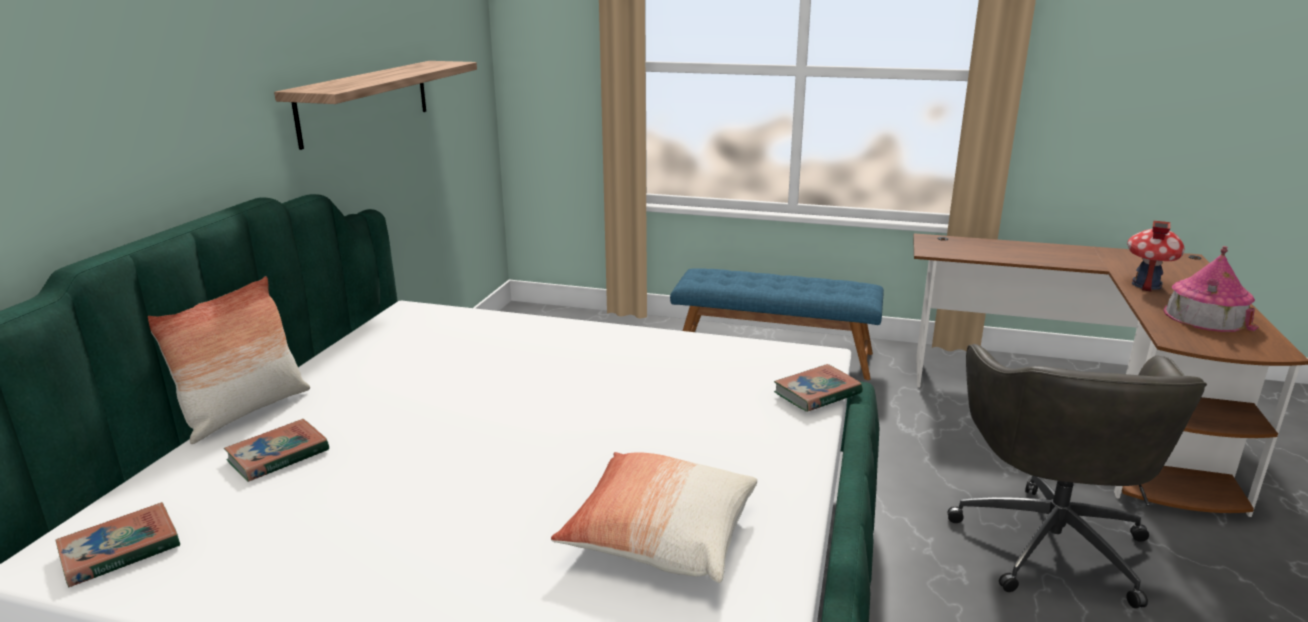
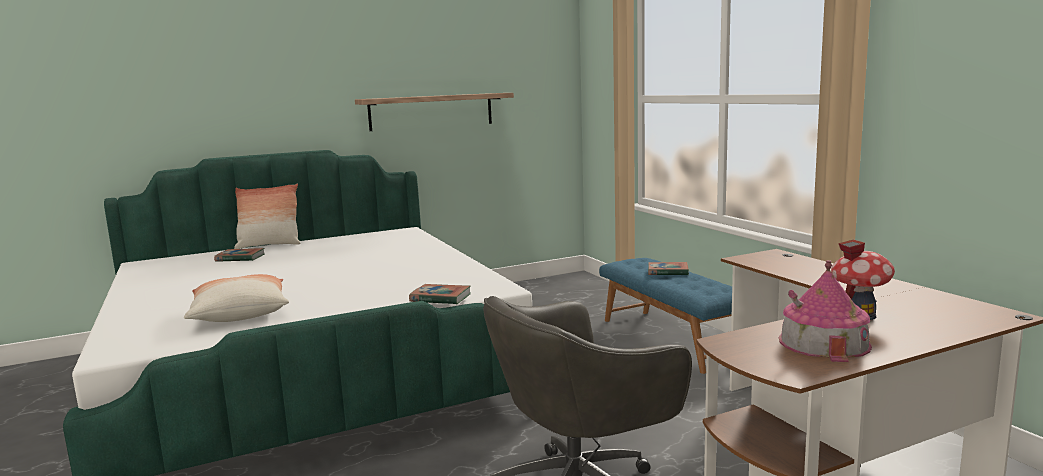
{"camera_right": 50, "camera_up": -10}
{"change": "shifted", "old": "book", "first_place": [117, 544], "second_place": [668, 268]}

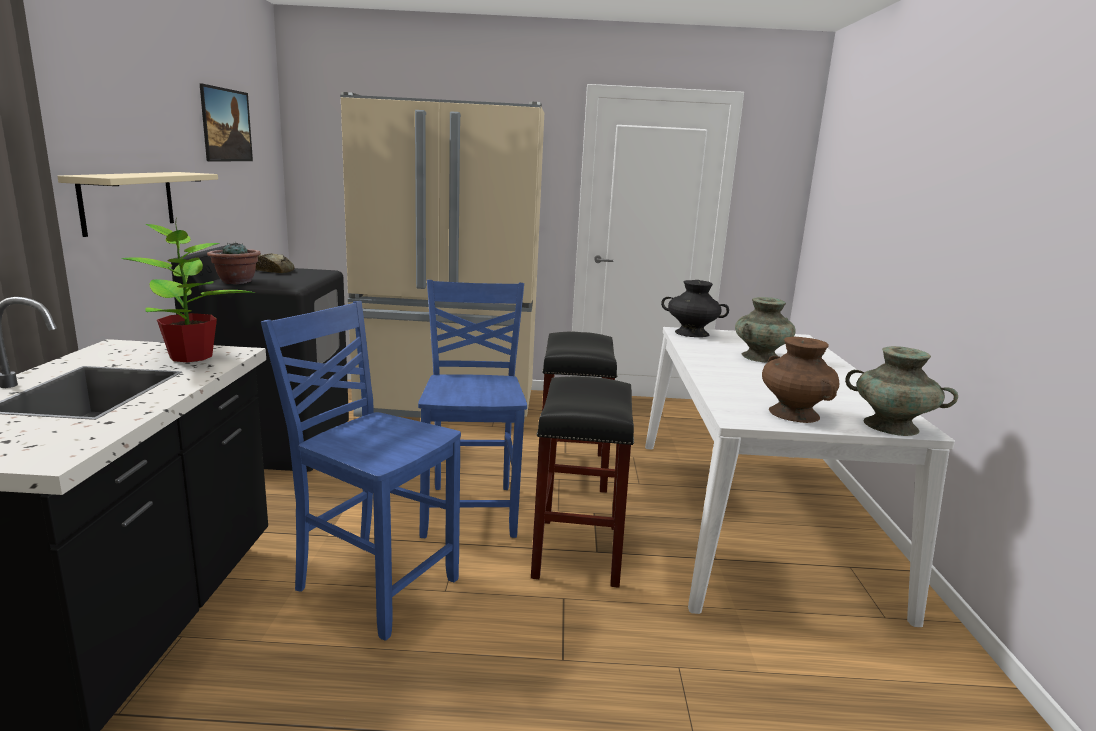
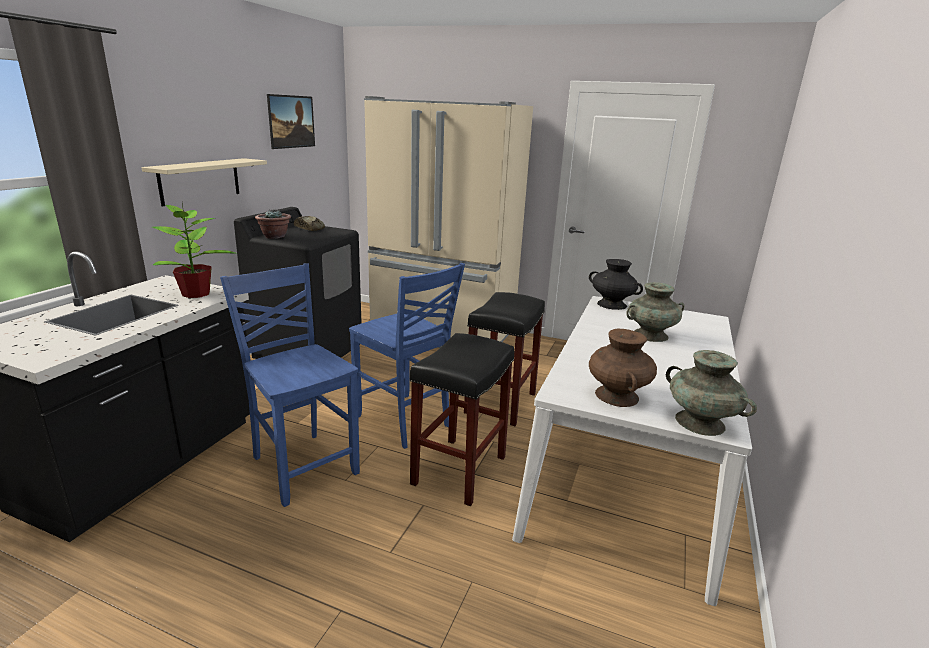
{"camera_right": 20, "camera_up": 5}
{"change": "rotated", "old": "chair in blue", "first_place": [472, 409], "second_place": [407, 356], "degrees": 120}

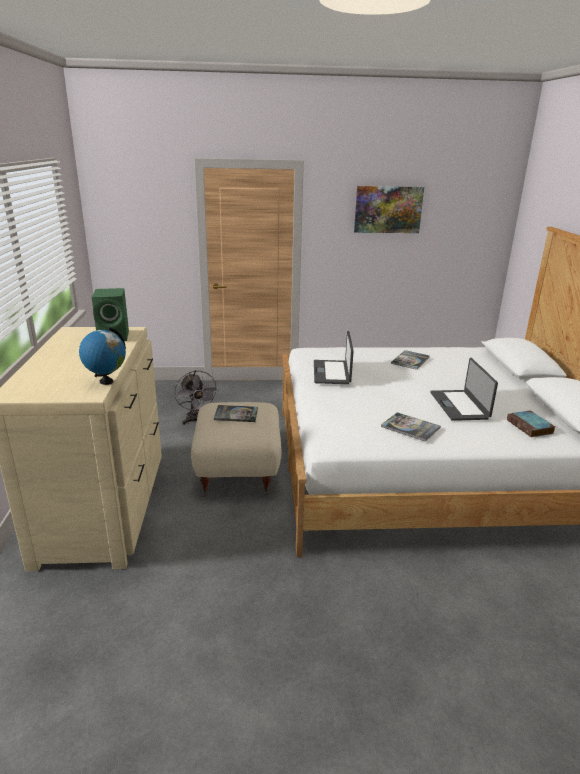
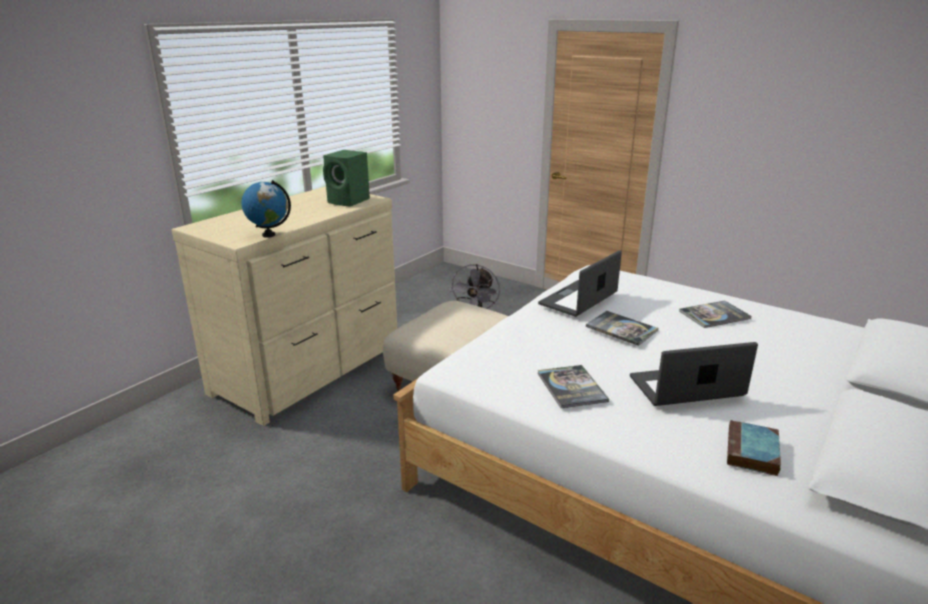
{"camera_right": 40, "camera_up": 0}
{"change": "shifted", "old": "book", "first_place": [236, 413], "second_place": [622, 328]}
{"change": "rotated", "old": "laptop", "first_place": [464, 389], "second_place": [694, 374], "degrees": 45}
{"change": "gone", "old": "picture", "first_place": [389, 209]}

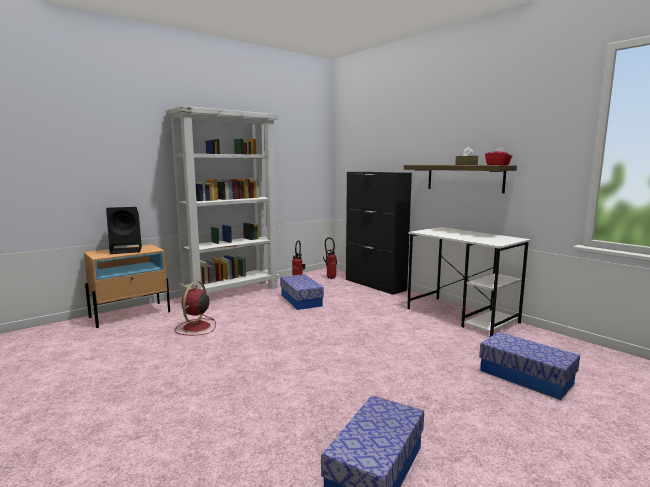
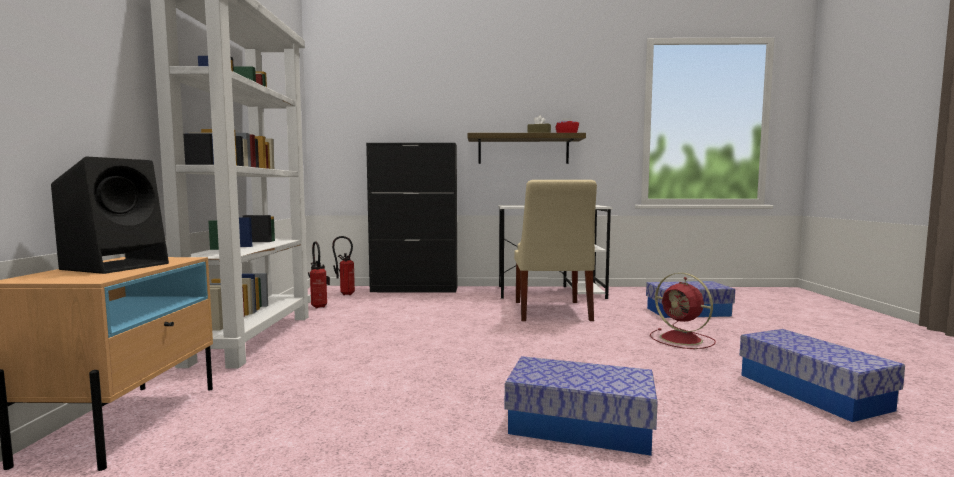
{"camera_right": -50, "camera_up": -5}
{"change": "shifted", "old": "storage box", "first_place": [302, 292], "second_place": [581, 406]}
{"change": "new", "new": "chair in beige", "second_place": [555, 250]}
{"change": "shifted", "old": "fan in red", "first_place": [195, 308], "second_place": [683, 311]}

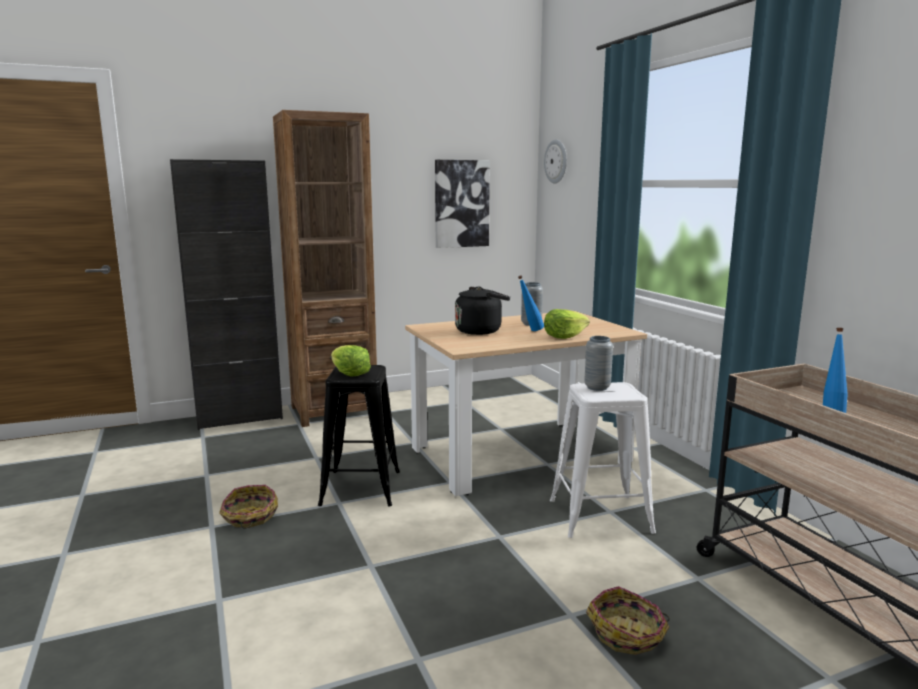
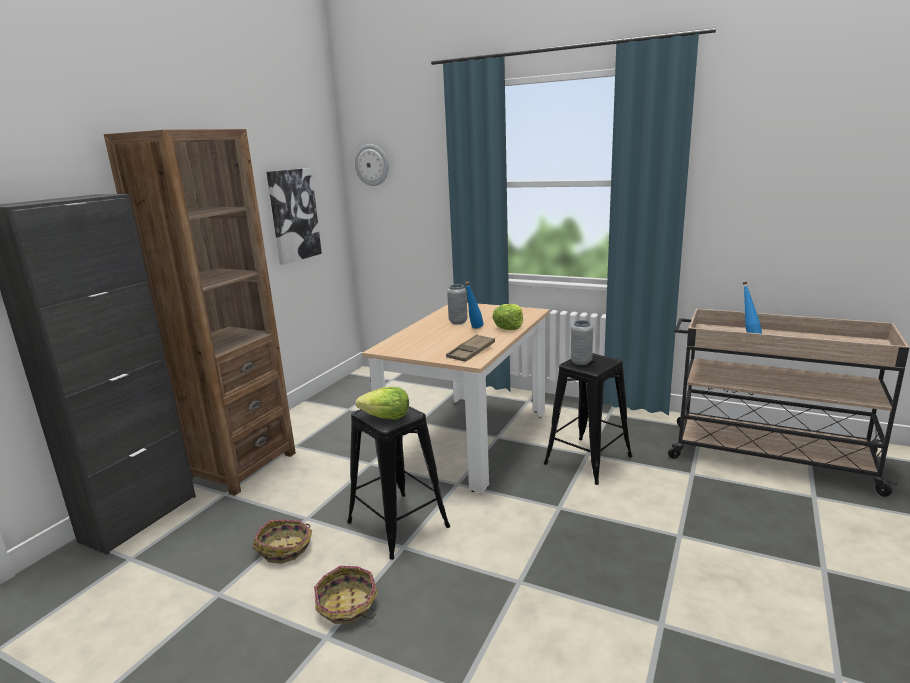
{"camera_right": -40, "camera_up": 5}
{"change": "shifted", "old": "basket", "first_place": [628, 620], "second_place": [282, 542]}
{"change": "new", "new": "tray in brown", "second_place": [470, 348]}
{"change": "repainted", "old": "stool in white", "new": "stool in black", "first_place": [603, 460], "second_place": [588, 419]}
{"change": "gone", "old": "kettle in black", "first_place": [482, 310]}

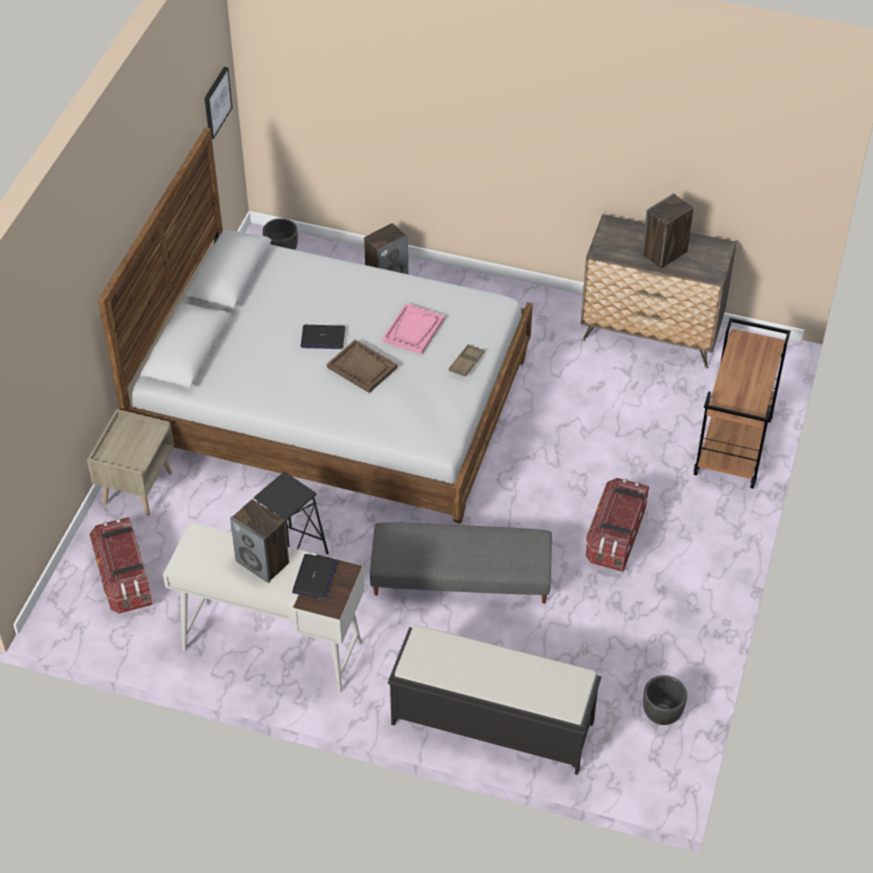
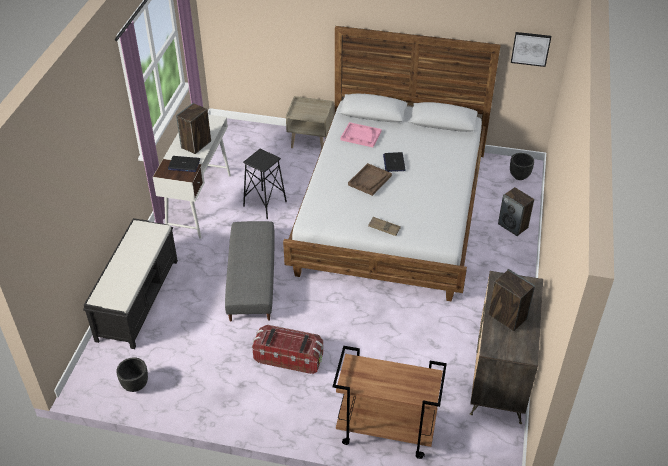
{"camera_right": 85, "camera_up": -5}
{"change": "shifted", "old": "tray in pink", "first_place": [414, 329], "second_place": [361, 134]}
{"change": "gone", "old": "storage box", "first_place": [121, 565]}

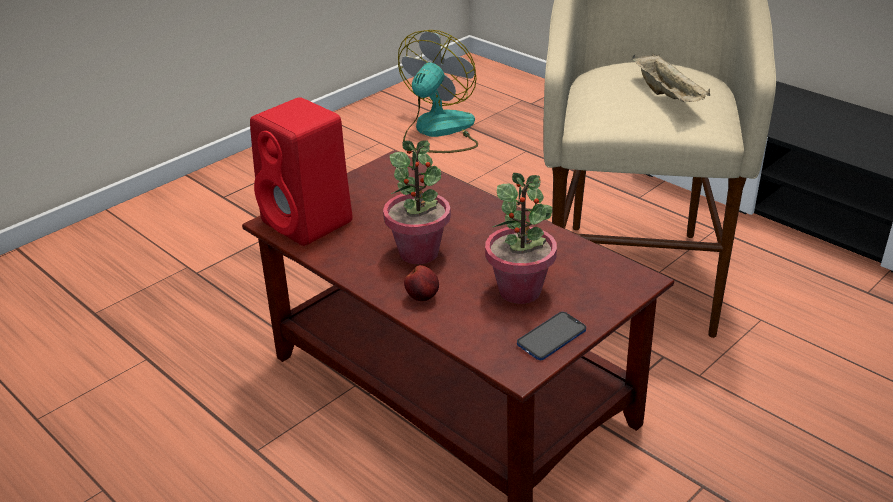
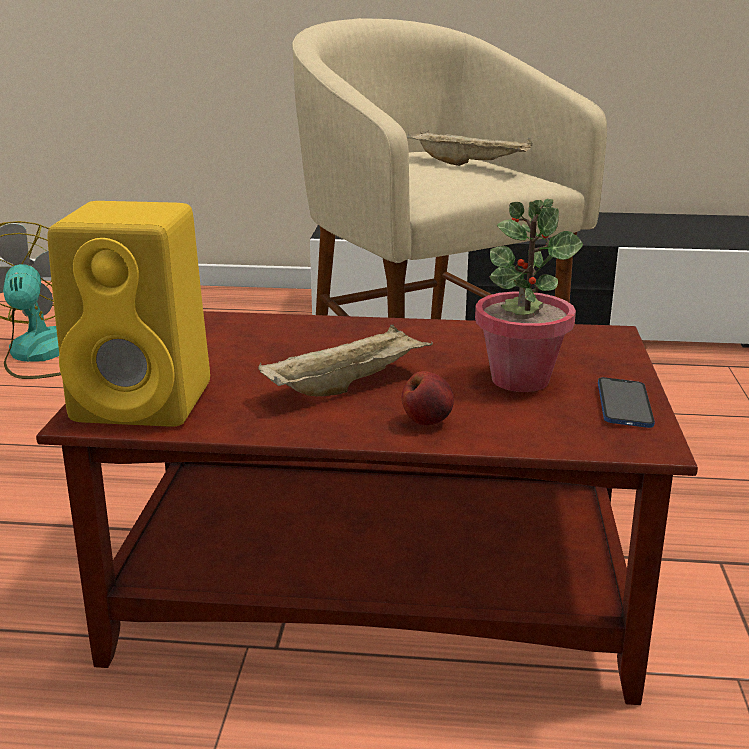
{"camera_right": -40, "camera_up": -10}
{"change": "repainted", "old": "speaker in red", "new": "speaker in yellow", "first_place": [301, 171], "second_place": [128, 313]}
{"change": "swapped", "old": "potted plant", "new": "tray in beige", "first_place": [417, 202], "second_place": [345, 360]}

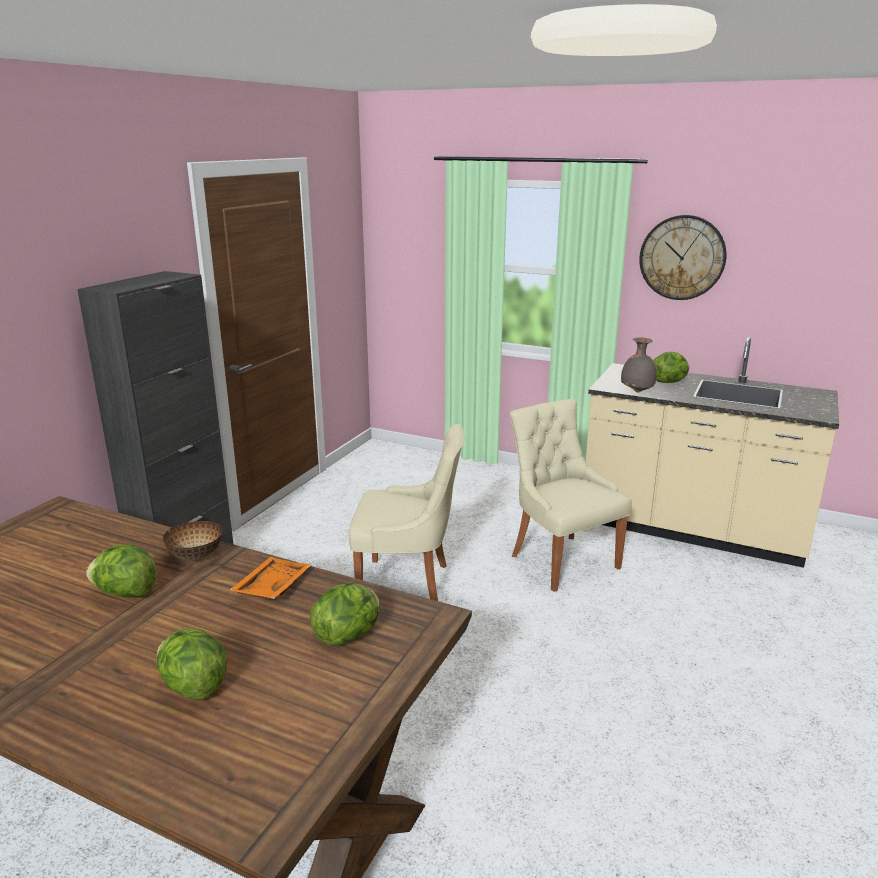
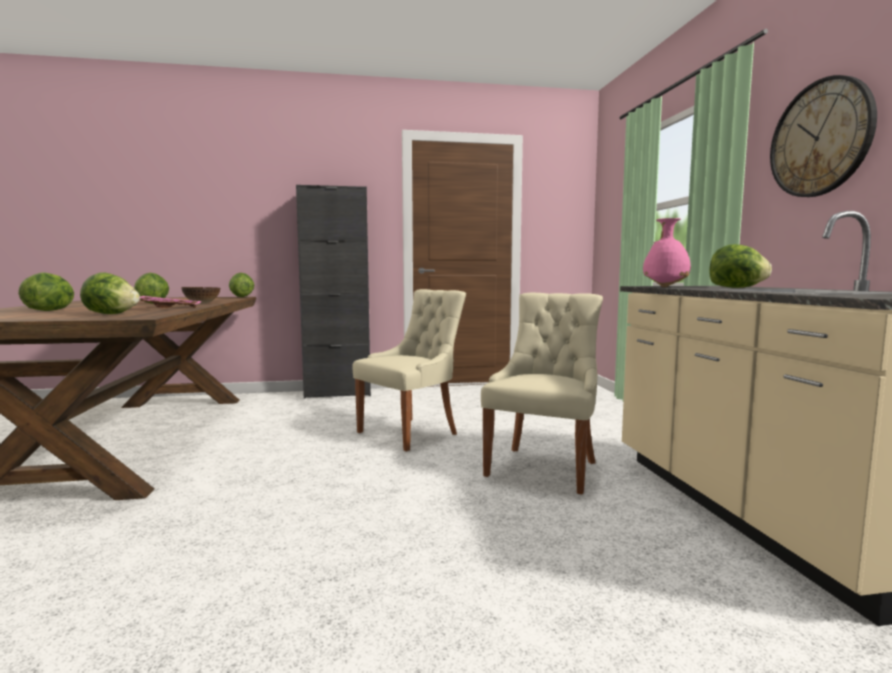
{"camera_right": 55, "camera_up": -15}
{"change": "repainted", "old": "tray in orange", "new": "tray in pink", "first_place": [270, 578], "second_place": [170, 302]}
{"change": "new", "new": "lettuce", "second_place": [241, 285]}
{"change": "rotated", "old": "chair in beige", "first_place": [406, 512], "second_place": [409, 370], "degrees": -105}
{"change": "repainted", "old": "vase in grey", "new": "vase in pink", "first_place": [639, 364], "second_place": [667, 252]}

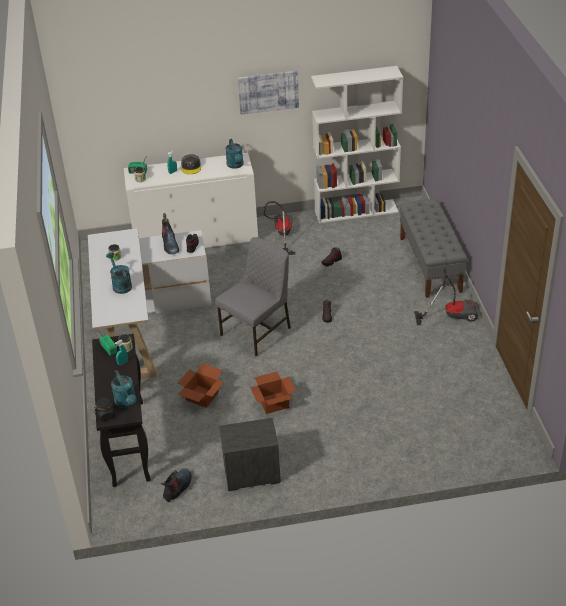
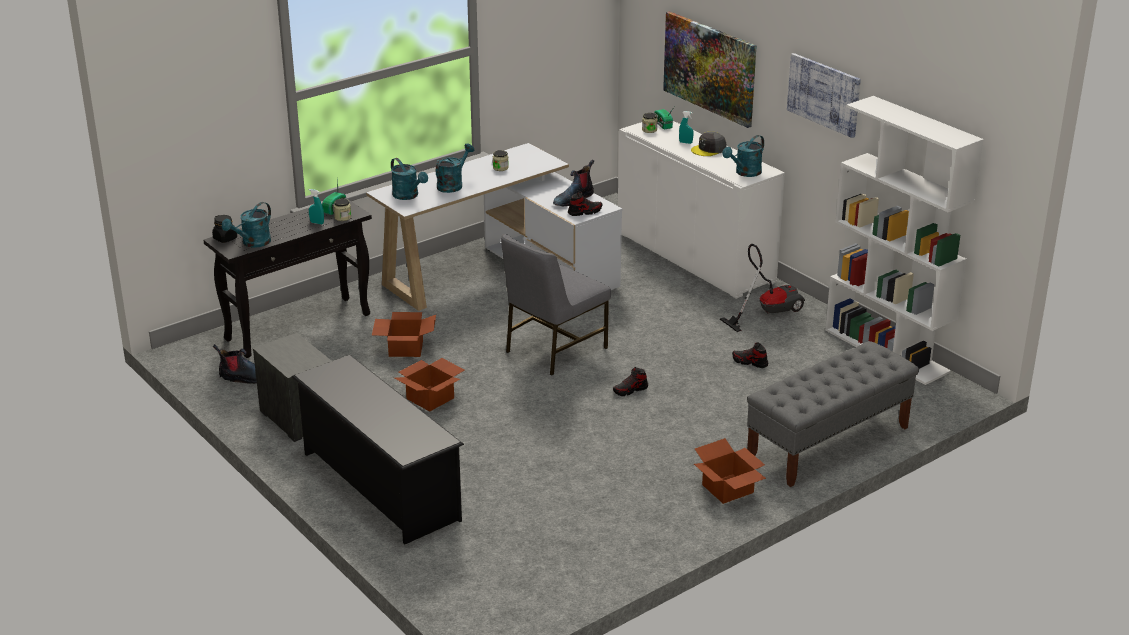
{"camera_right": 60, "camera_up": -10}
{"change": "new", "new": "shoe rack in black", "second_place": [378, 449]}
{"change": "new", "new": "watering can in turquoise", "second_place": [409, 179]}
{"change": "rotated", "old": "chair in grey", "first_place": [253, 297], "second_place": [556, 305], "degrees": 120}
{"change": "new", "new": "picture", "second_place": [710, 69]}
{"change": "swapped", "old": "vacuum cleaner", "new": "cardboard box", "first_place": [446, 296], "second_place": [730, 471]}

